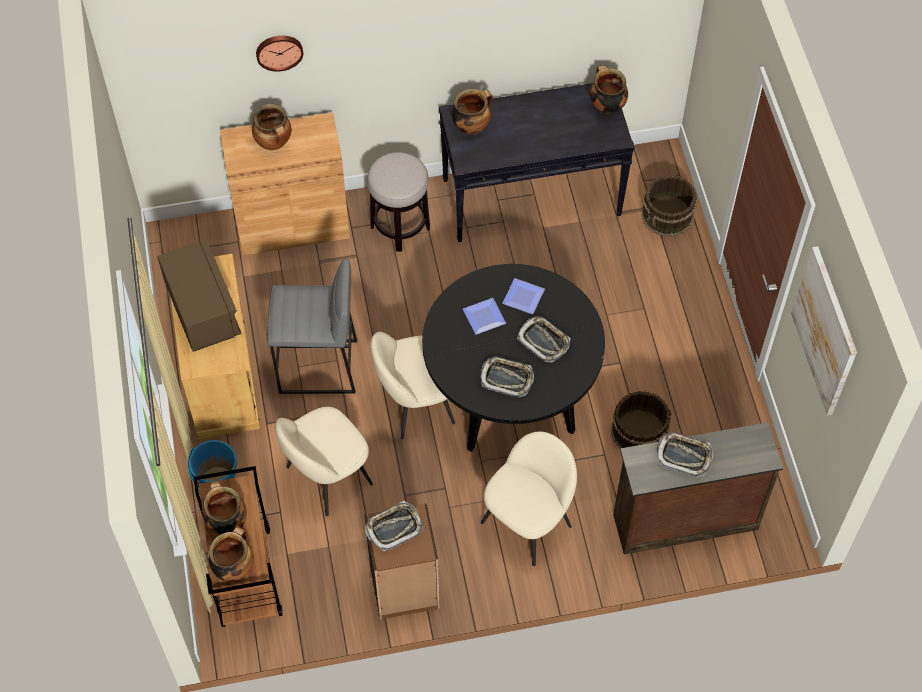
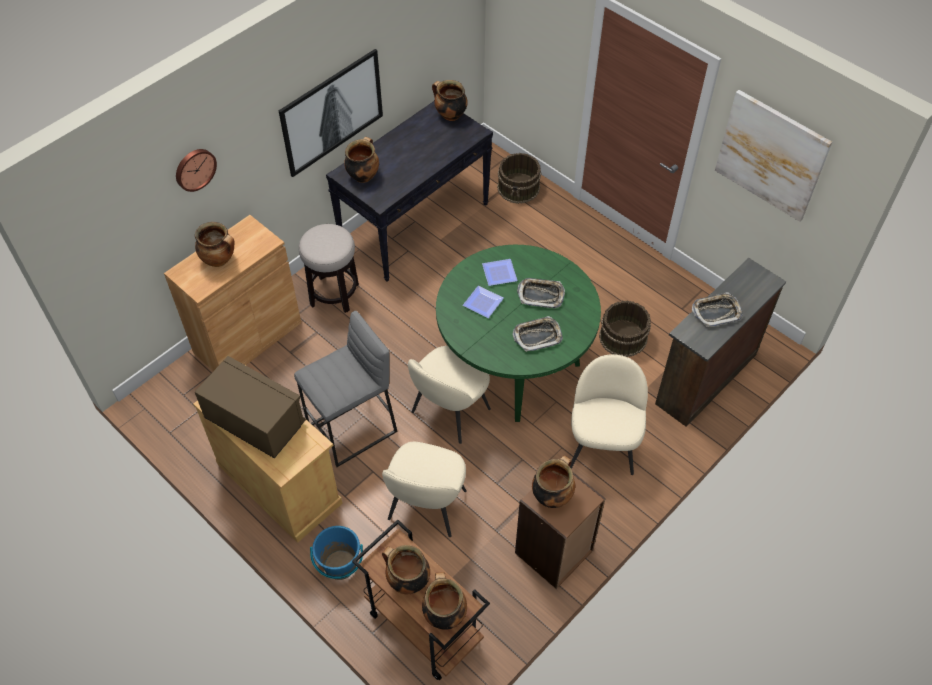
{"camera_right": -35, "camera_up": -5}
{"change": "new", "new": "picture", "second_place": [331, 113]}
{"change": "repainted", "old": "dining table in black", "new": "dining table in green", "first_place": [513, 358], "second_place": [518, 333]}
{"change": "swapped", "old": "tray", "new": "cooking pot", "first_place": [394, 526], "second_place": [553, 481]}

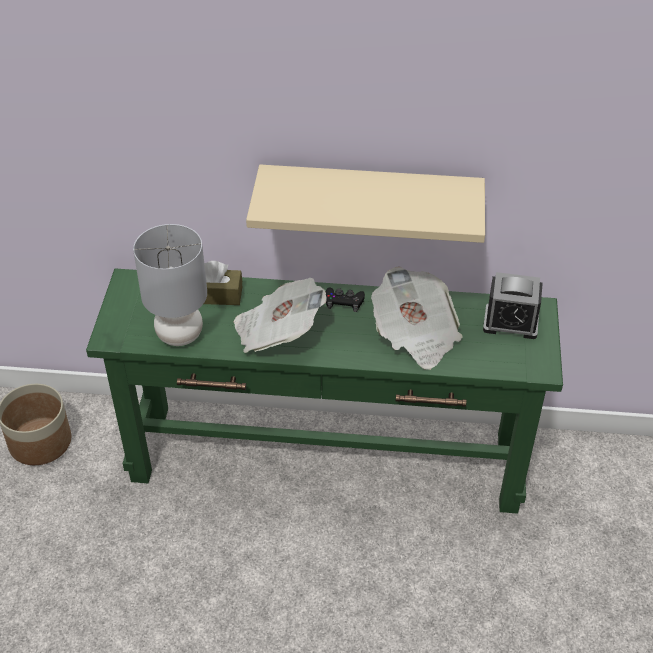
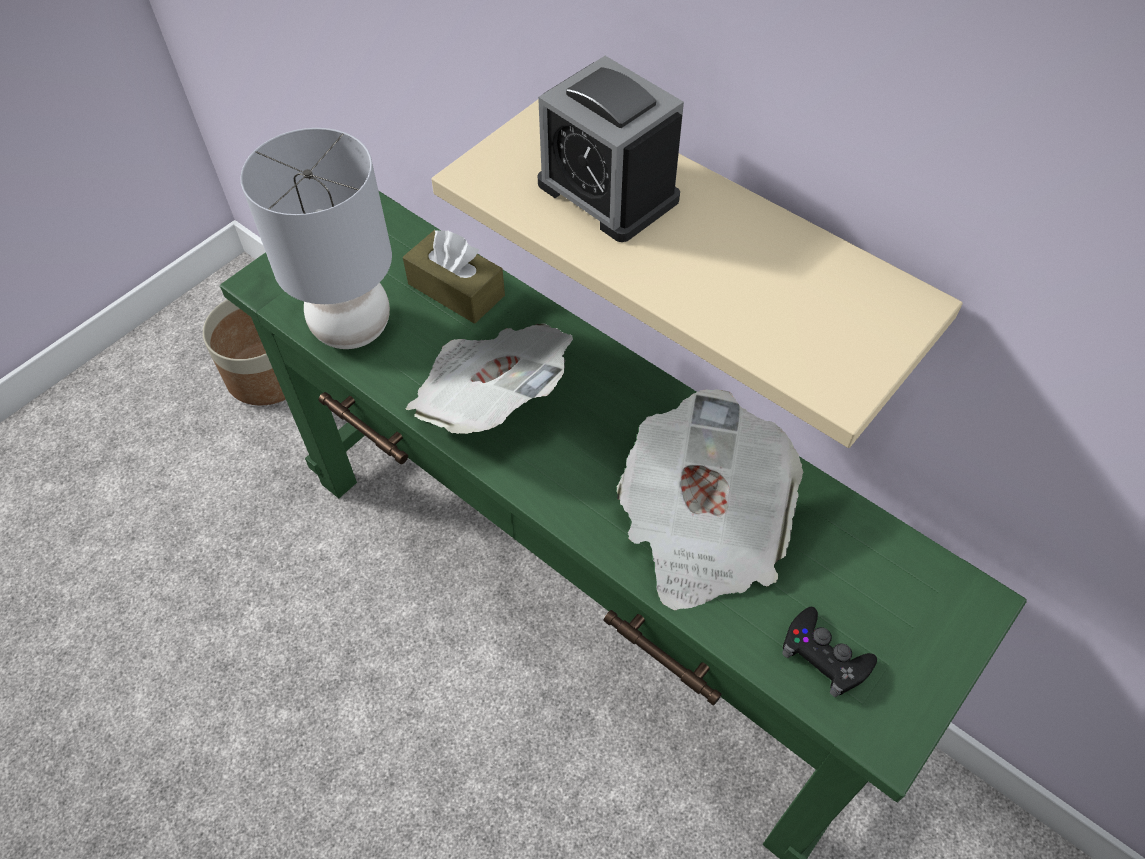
{"camera_right": 35, "camera_up": 10}
{"change": "shifted", "old": "alarm clock", "first_place": [512, 305], "second_place": [611, 149]}
{"change": "shifted", "old": "game controller in black", "first_place": [345, 299], "second_place": [829, 652]}

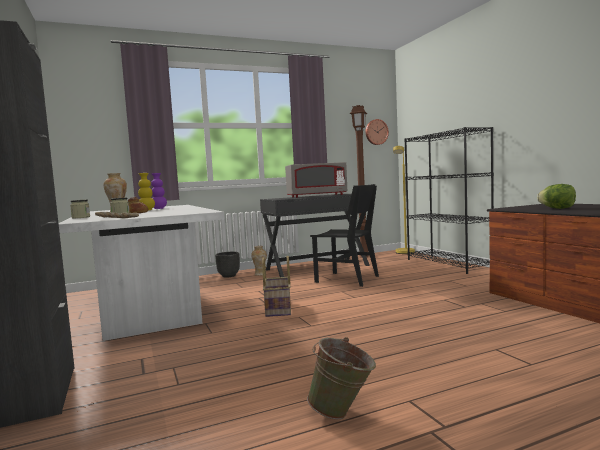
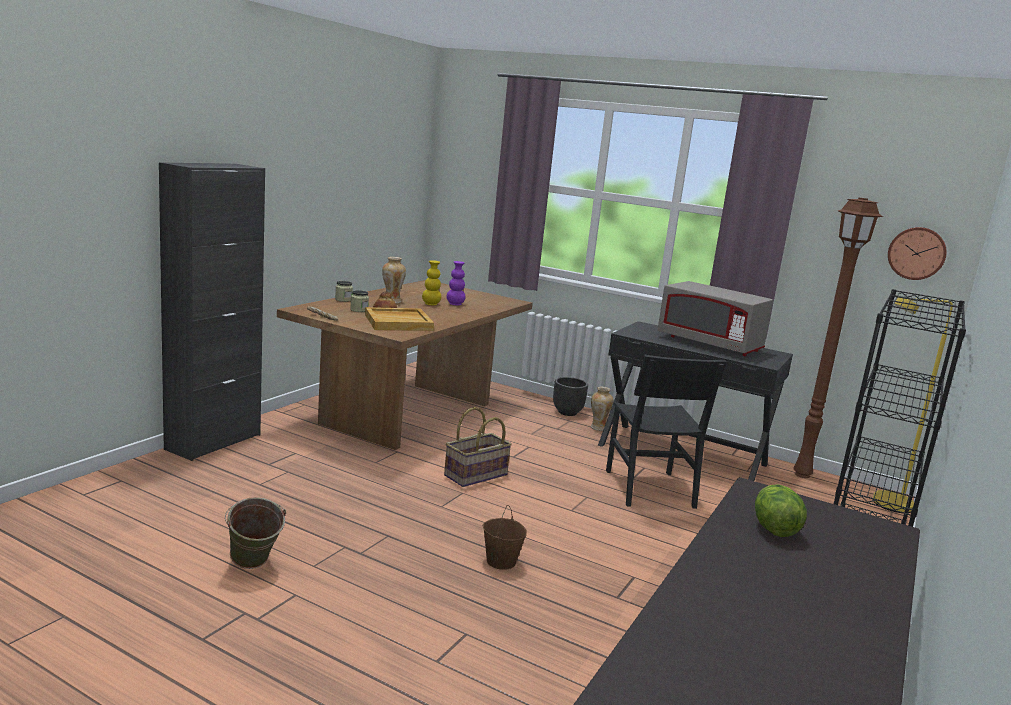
{"camera_right": 50, "camera_up": 10}
{"change": "repainted", "old": "dining table in white", "new": "dining table in brown", "first_place": [142, 273], "second_place": [405, 365]}
{"change": "new", "new": "tray in beige", "second_place": [399, 319]}
{"change": "new", "new": "bucket in brown", "second_place": [505, 537]}

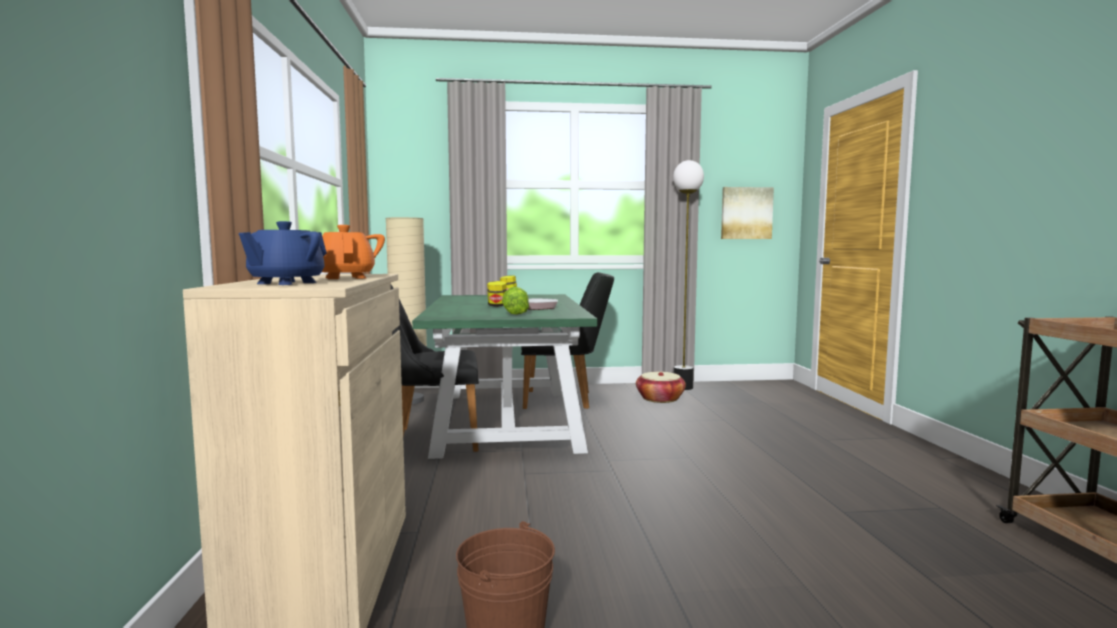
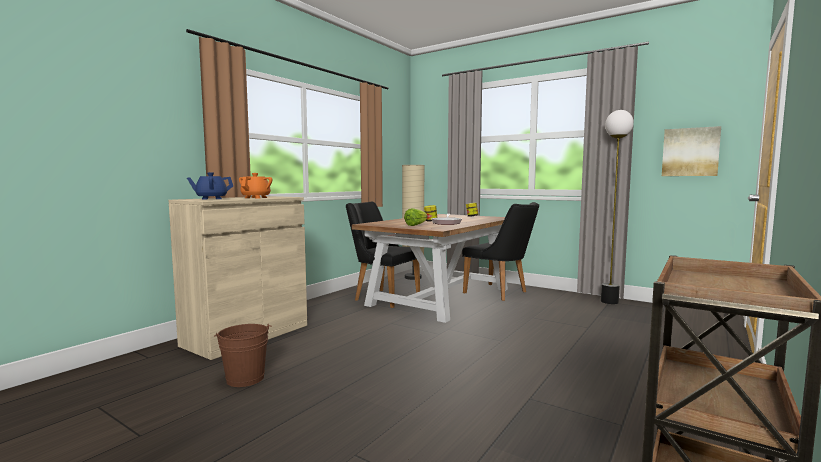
{"camera_right": 40, "camera_up": 0}
{"change": "repainted", "old": "dining table in green", "new": "dining table in brown", "first_place": [504, 376], "second_place": [430, 268]}
{"change": "gone", "old": "basket", "first_place": [661, 387]}

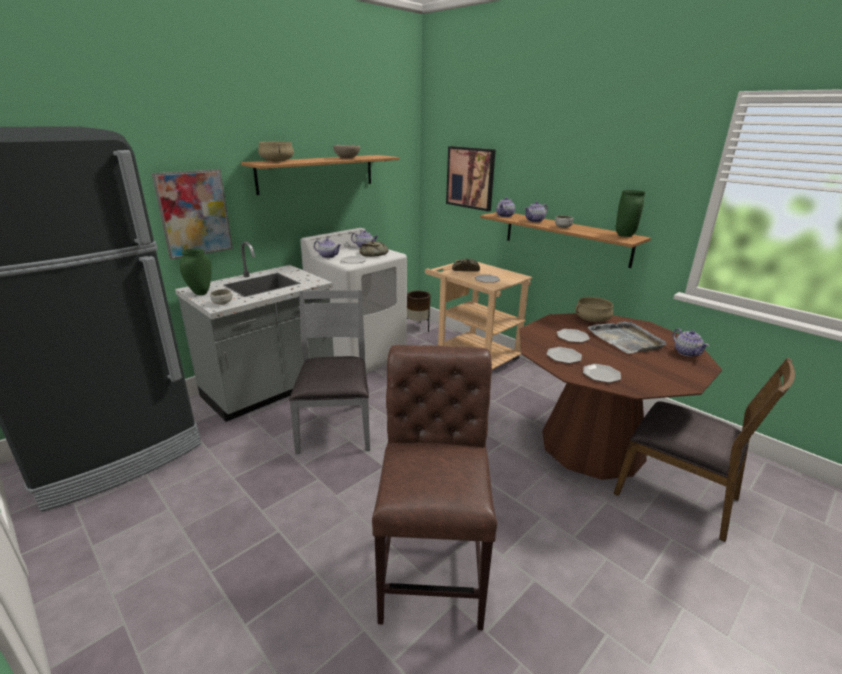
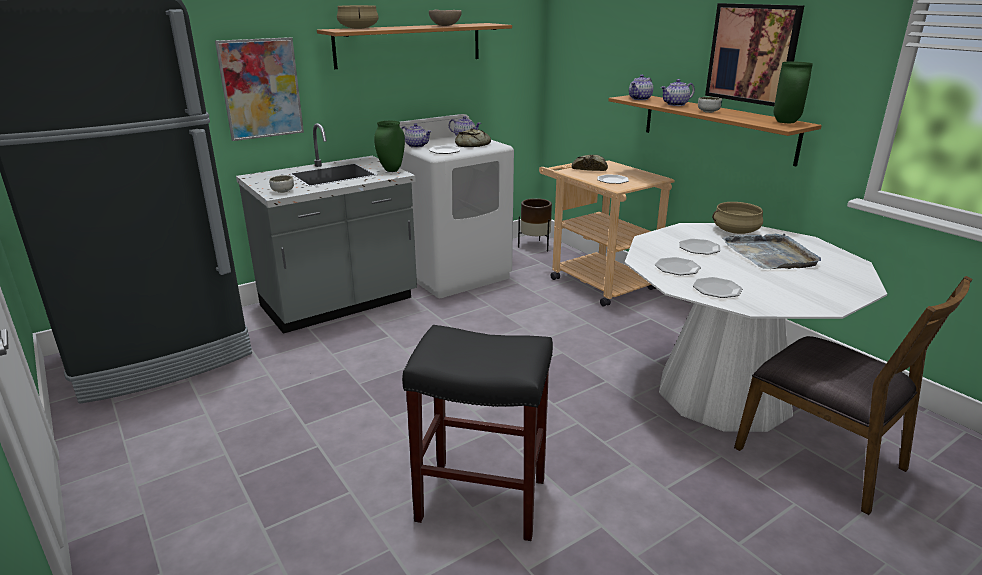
{"camera_right": 10, "camera_up": 0}
{"change": "shifted", "old": "vase in green", "first_place": [195, 272], "second_place": [389, 146]}
{"change": "swapped", "old": "chair in brown", "new": "stool in black", "first_place": [434, 487], "second_place": [477, 433]}
{"change": "repainted", "old": "dining table in brown", "new": "dining table in white", "first_place": [621, 396], "second_place": [755, 327]}
{"change": "shifted", "old": "picture", "first_place": [471, 178], "second_place": [754, 54]}
{"change": "gone", "old": "chair in grey", "first_place": [329, 372]}
{"change": "gone", "old": "teapot", "first_place": [691, 342]}

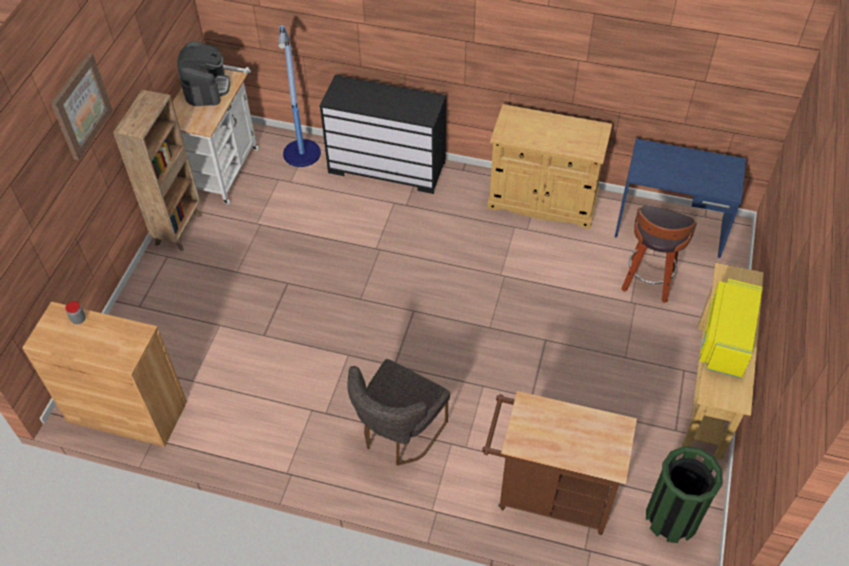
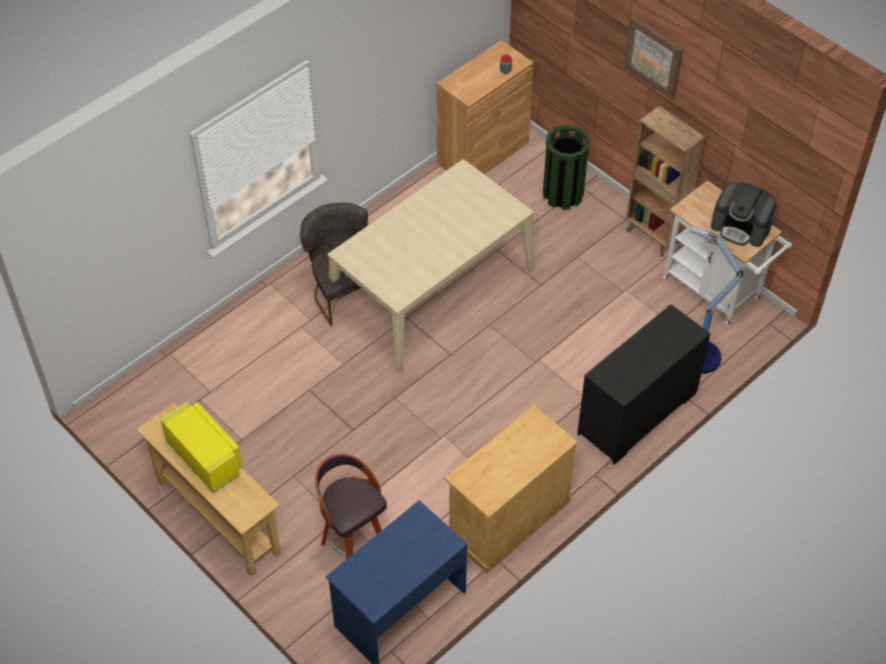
{"camera_right": 120, "camera_up": 0}
{"change": "new", "new": "dining table in beige", "second_place": [431, 266]}
{"change": "shifted", "old": "trash can in green", "first_place": [684, 494], "second_place": [566, 167]}
{"change": "gone", "old": "cart in brown", "first_place": [559, 463]}

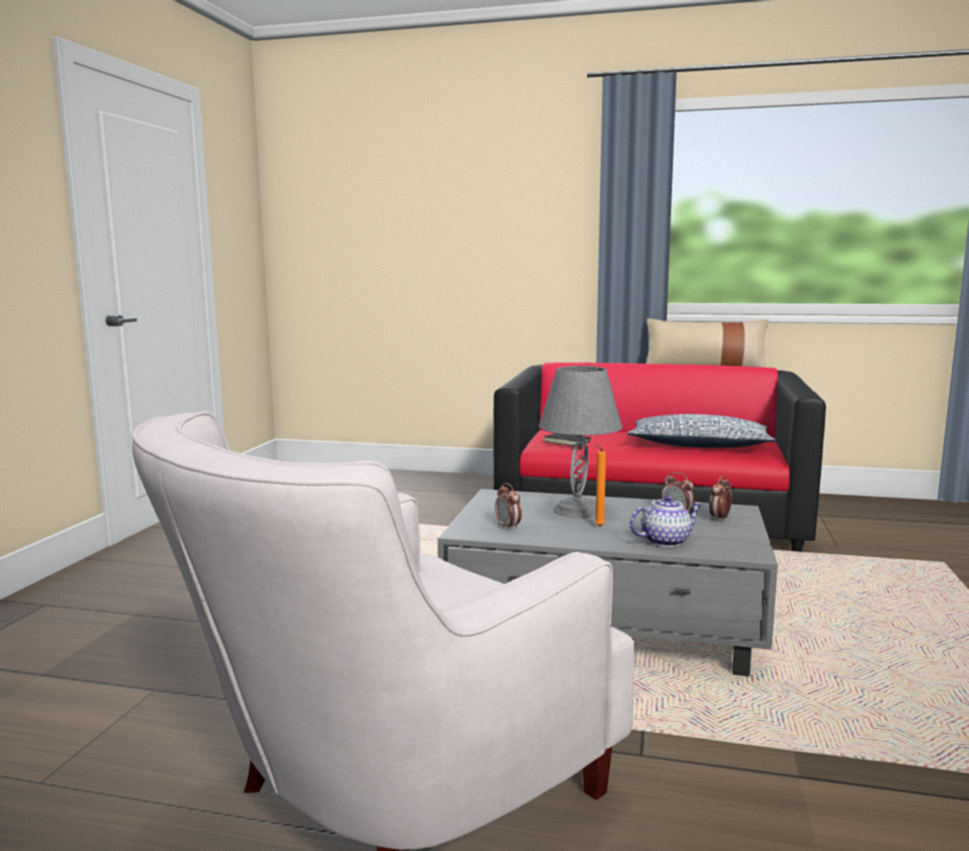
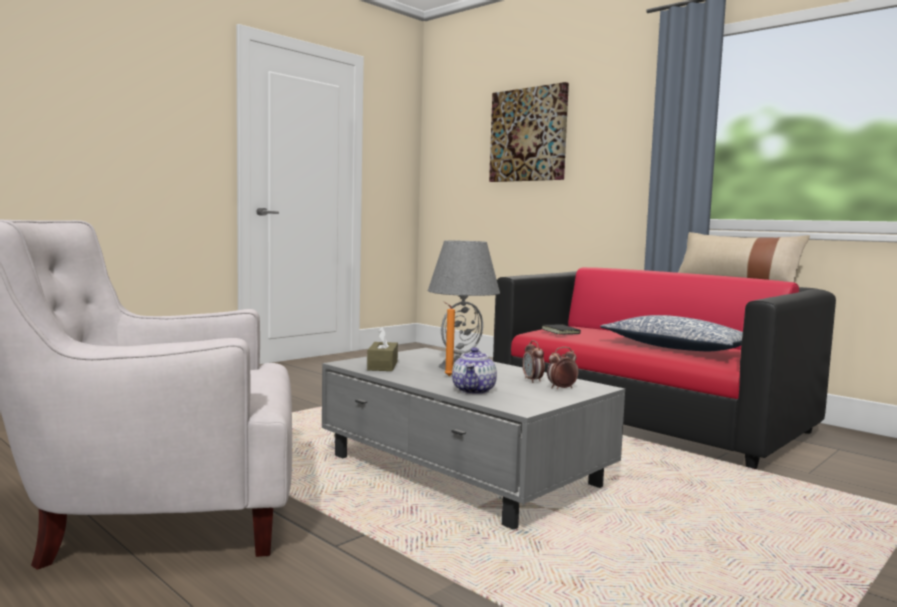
{"camera_right": 30, "camera_up": -5}
{"change": "swapped", "old": "alarm clock", "new": "tissue box in brown", "first_place": [508, 507], "second_place": [382, 348]}
{"change": "rotated", "old": "teapot", "first_place": [666, 521], "second_place": [474, 370], "degrees": 90}
{"change": "new", "new": "picture", "second_place": [529, 132]}

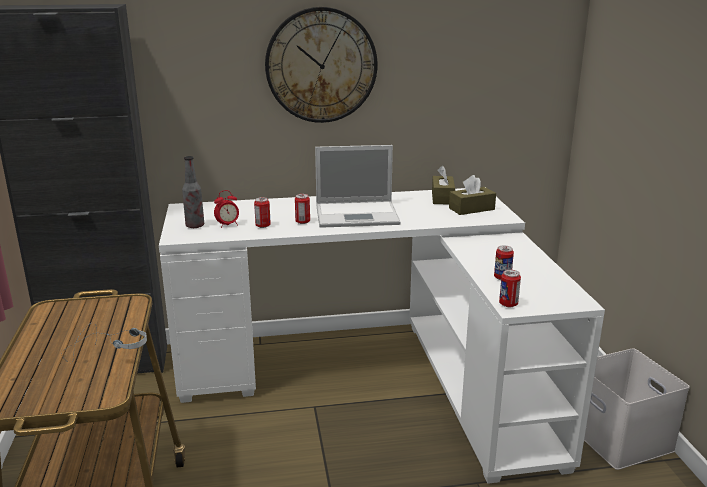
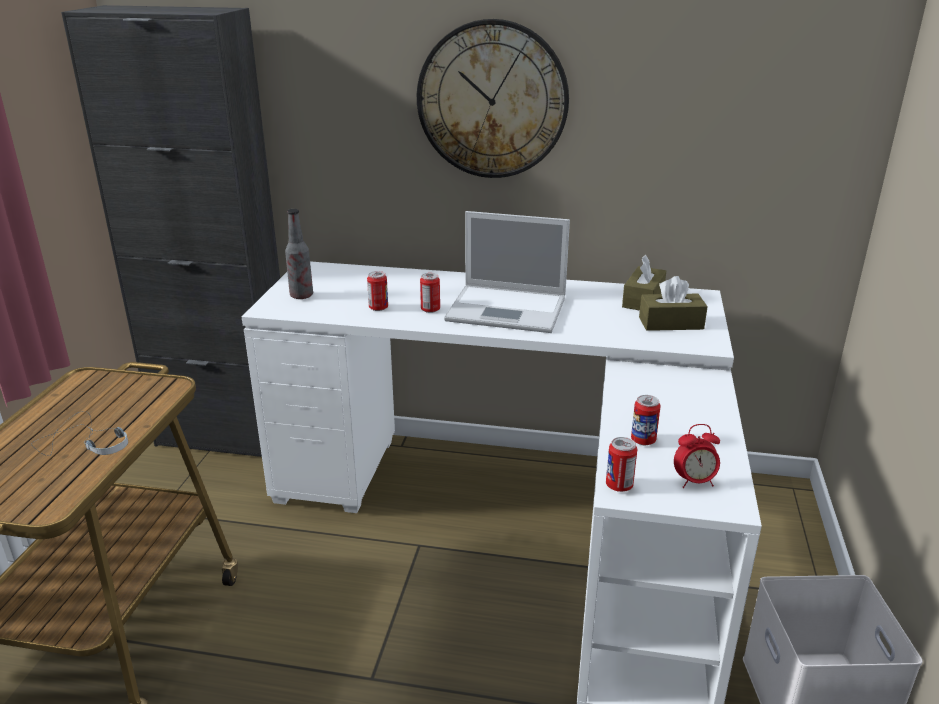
{"camera_right": 20, "camera_up": 5}
{"change": "shifted", "old": "alarm clock", "first_place": [226, 209], "second_place": [697, 456]}

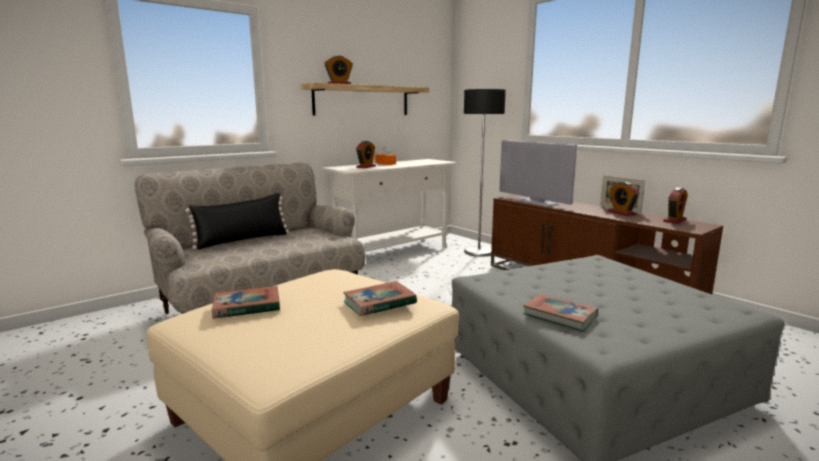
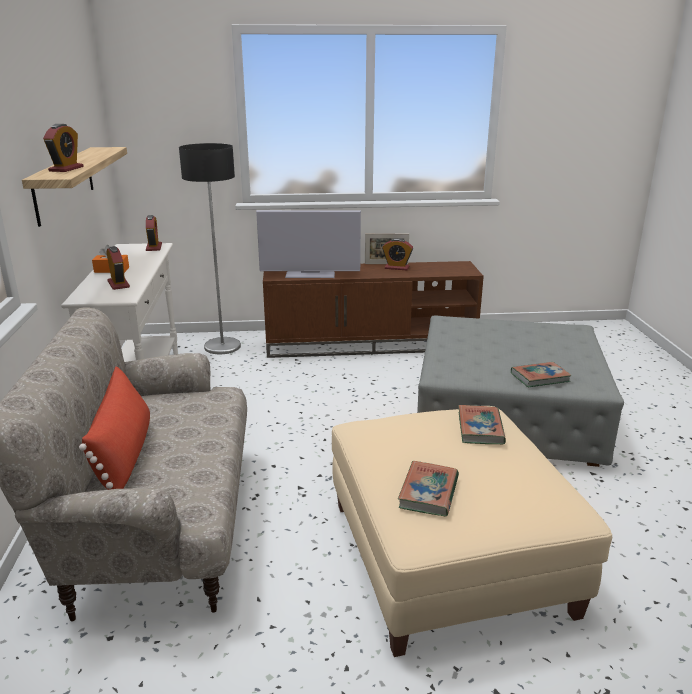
{"camera_right": -55, "camera_up": 10}
{"change": "repainted", "old": "pillow in black", "new": "pillow in red", "first_place": [237, 221], "second_place": [114, 428]}
{"change": "shifted", "old": "alarm clock", "first_place": [675, 205], "second_place": [154, 233]}

